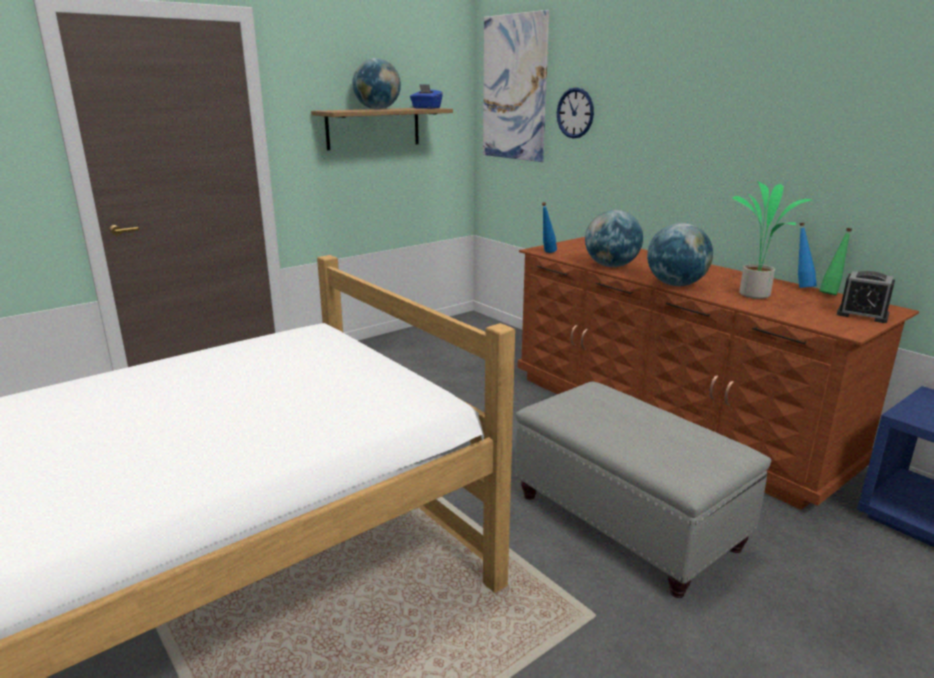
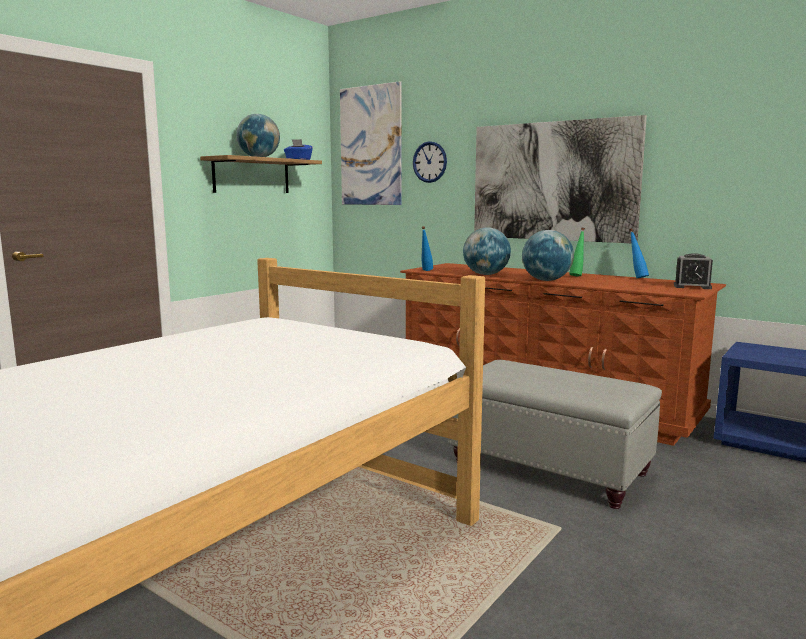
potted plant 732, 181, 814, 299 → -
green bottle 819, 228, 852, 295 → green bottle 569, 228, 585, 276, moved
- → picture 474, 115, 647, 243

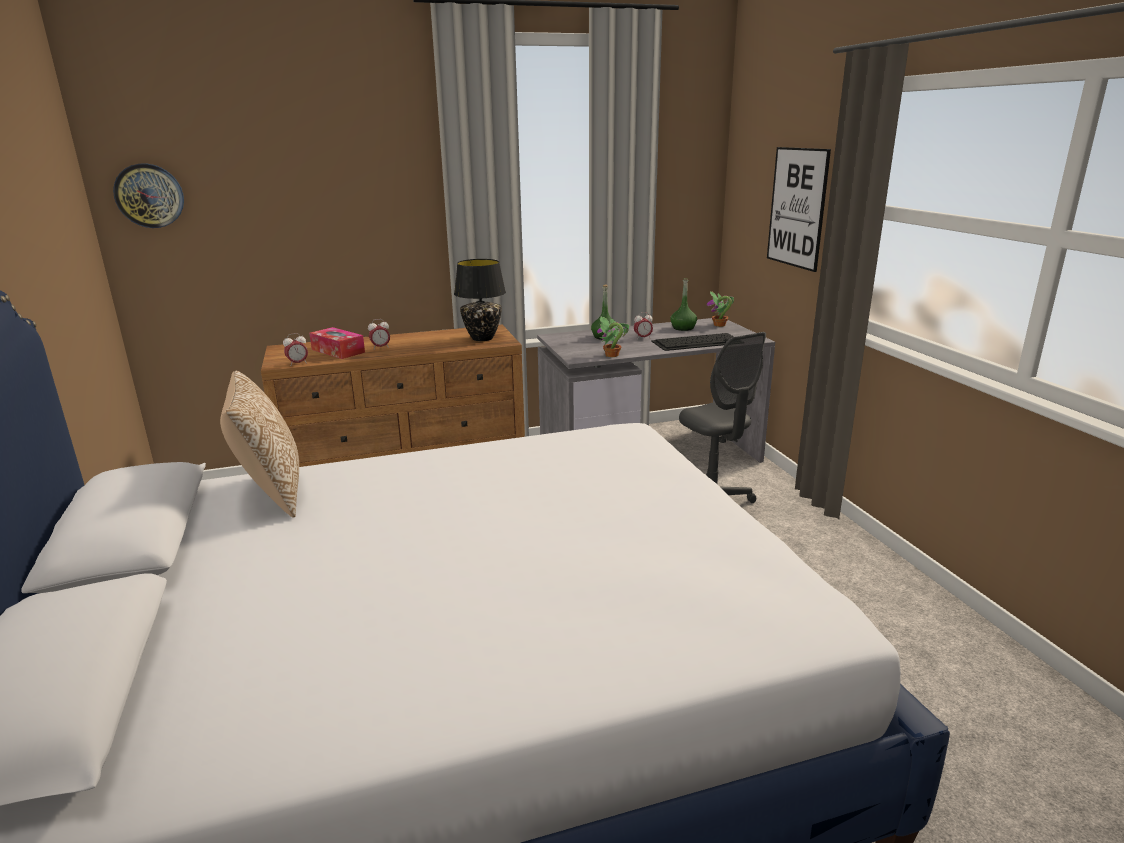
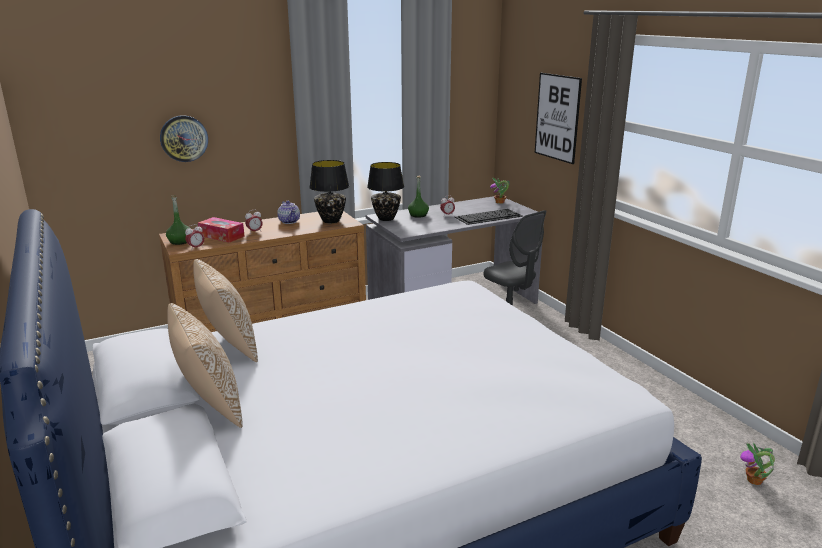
wall clock 113, 163, 184, 228 → wall clock 160, 115, 208, 162, moved
green bottle 670, 278, 697, 331 → green bottle 166, 196, 191, 245, moved
potted plant 597, 317, 629, 357 → potted plant 740, 442, 775, 485, moved
- → black table lamp 367, 162, 404, 221
- → teapot 277, 201, 300, 224
- → pillow 167, 303, 243, 428

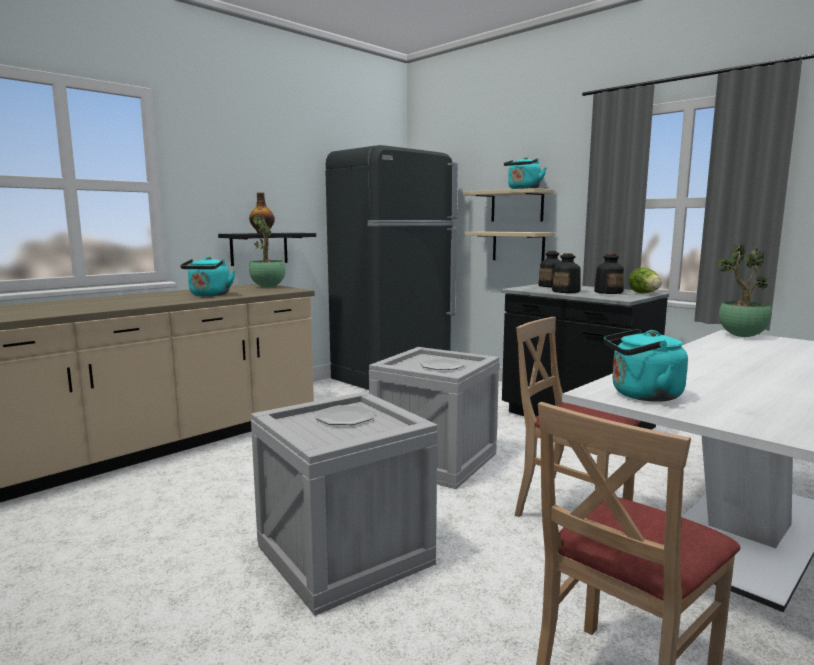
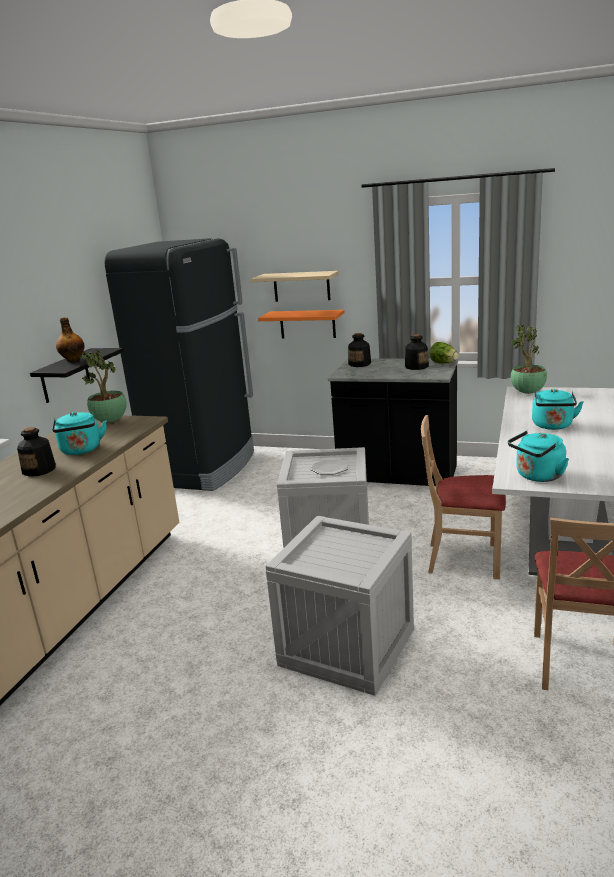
turquoise kettle 504, 157, 547, 189 → turquoise kettle 532, 389, 583, 430, moved
beige shelf 465, 231, 555, 262 → orange shelf 258, 310, 344, 338
bottle 552, 253, 580, 293 → bottle 17, 427, 56, 477, moved
plate 315, 405, 375, 425 → -

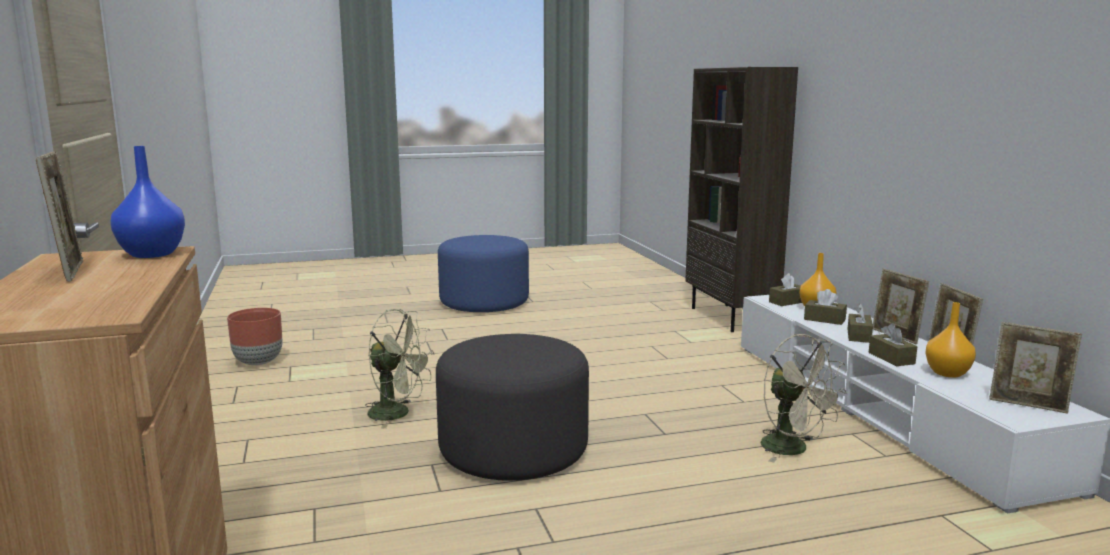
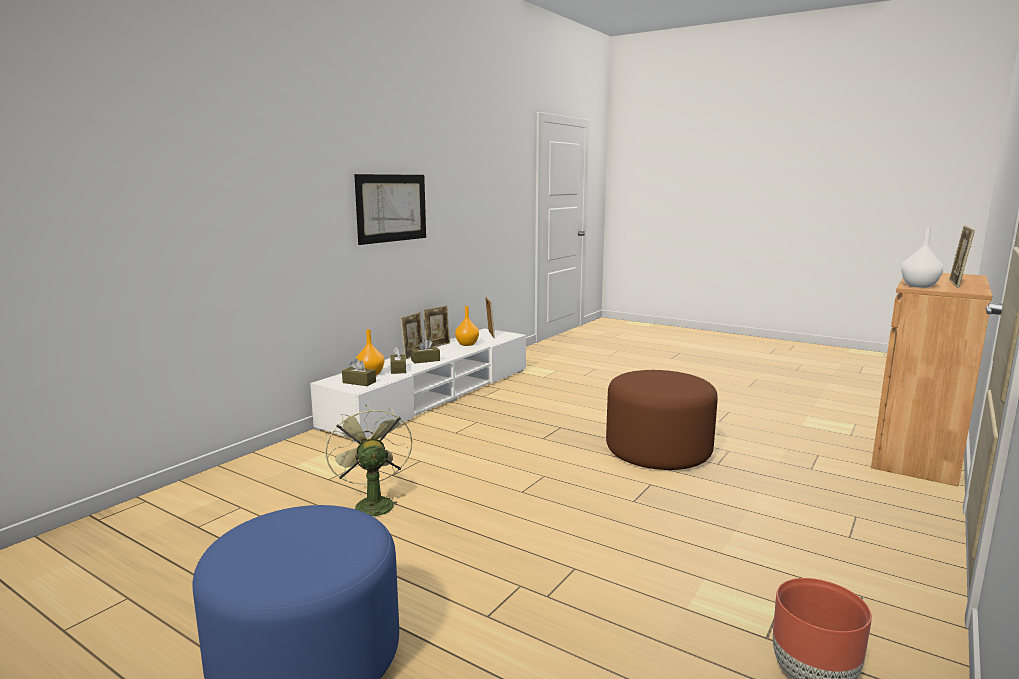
brown bookcase 685, 67, 798, 332 → -
blue vase 110, 146, 185, 258 → white vase 901, 228, 943, 288
green fan 365, 309, 434, 429 → green fan 326, 404, 412, 516, moved
brown tissue box 869, 323, 917, 366 → -
grey ottoman 436, 334, 589, 481 → brown ottoman 606, 370, 718, 470
beige fan 761, 334, 846, 462 → -
- → picture 354, 174, 426, 245

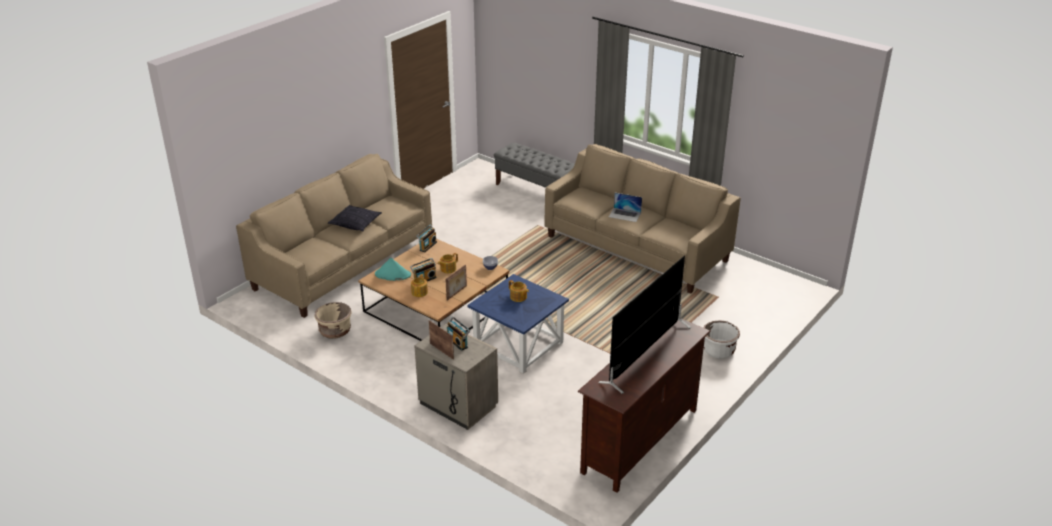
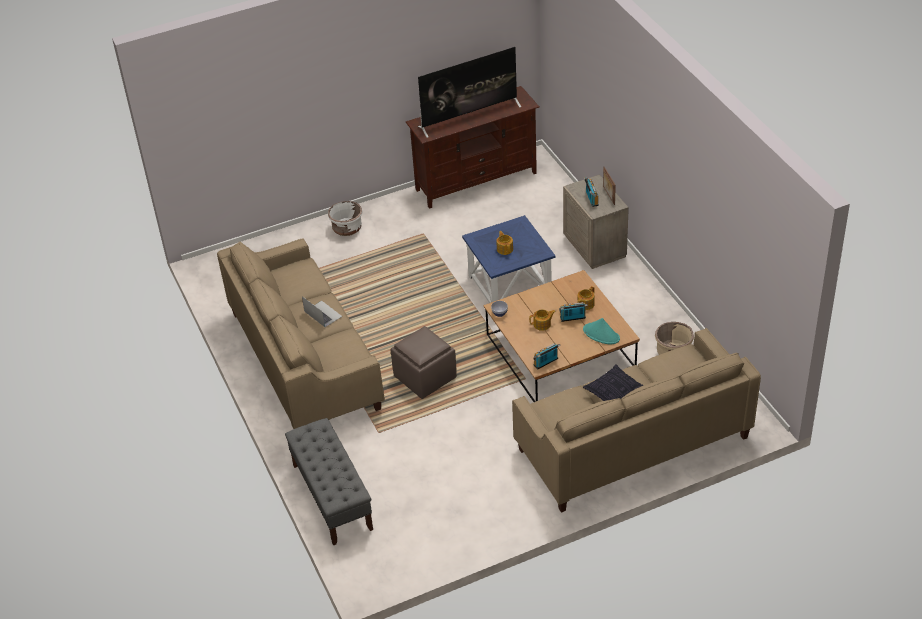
picture frame 445, 264, 467, 300 → -
- → brown ottoman 391, 326, 457, 399

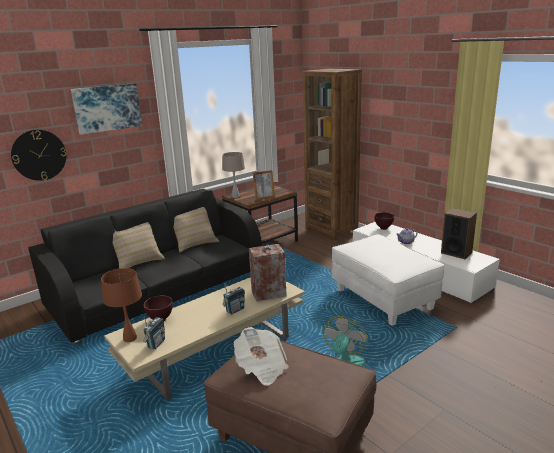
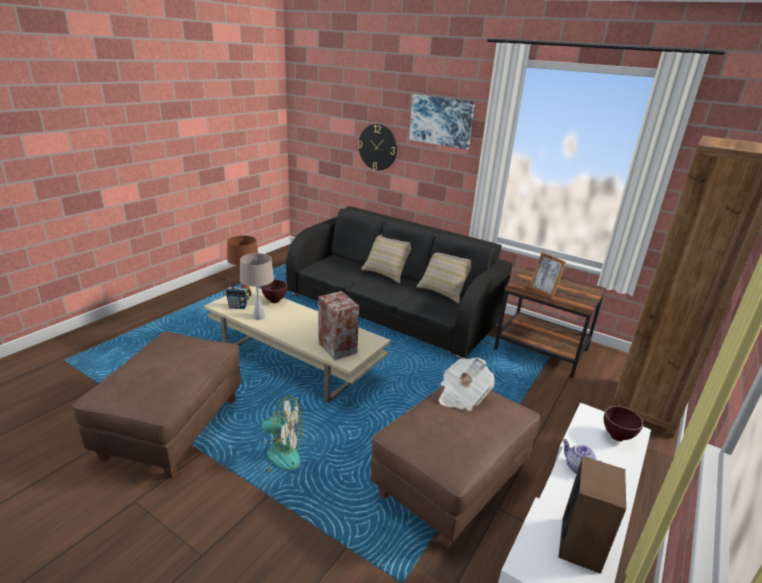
beige table lamp 222, 152, 245, 198 → beige table lamp 240, 253, 274, 320, moved
white ottoman 332, 234, 444, 326 → brown ottoman 370, 386, 541, 549
radio 222, 283, 245, 315 → -
newspaper 233, 327, 289, 386 → newspaper 439, 358, 495, 411, moved

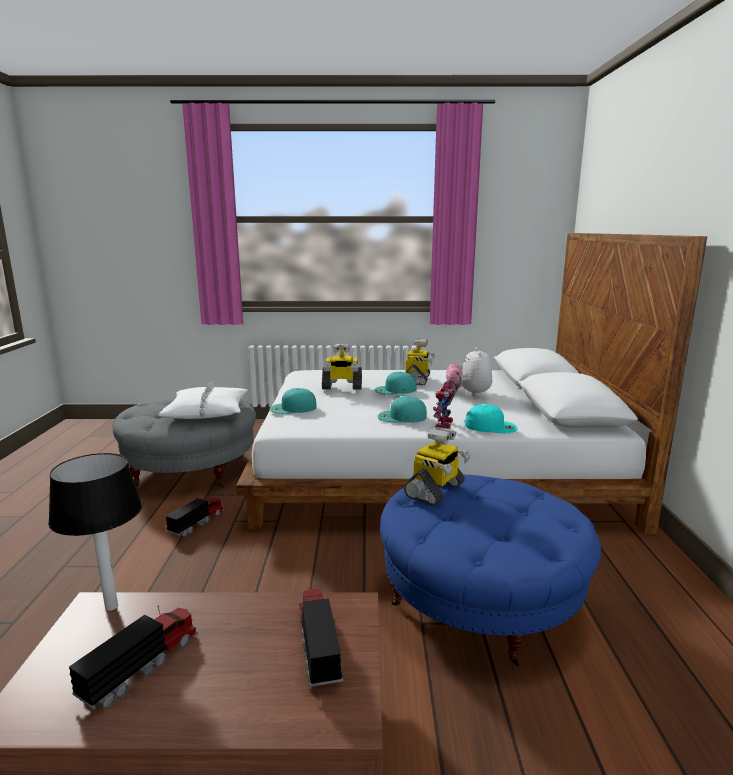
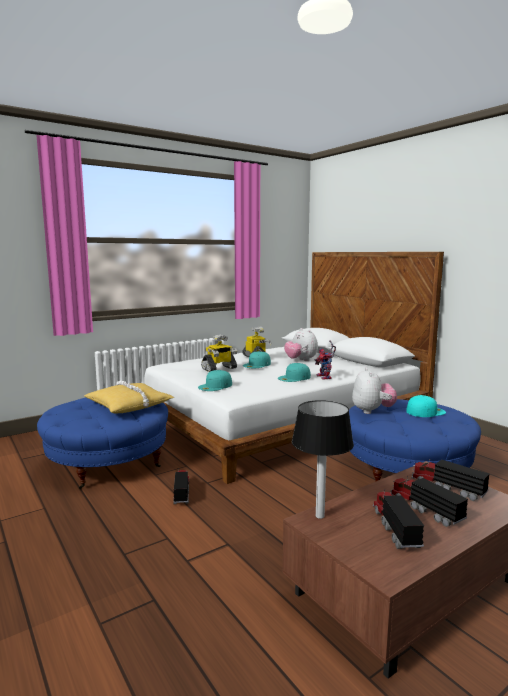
white pillow 158, 382, 248, 419 → yellow pillow 84, 380, 174, 413
grey ottoman 112, 396, 256, 488 → blue ottoman 37, 397, 168, 489
turquoise cap 465, 404, 517, 433 → turquoise cap 406, 395, 446, 417, moved
toy robot 404, 427, 471, 506 → plush toy 352, 368, 397, 414
- → toy truck 391, 476, 468, 527

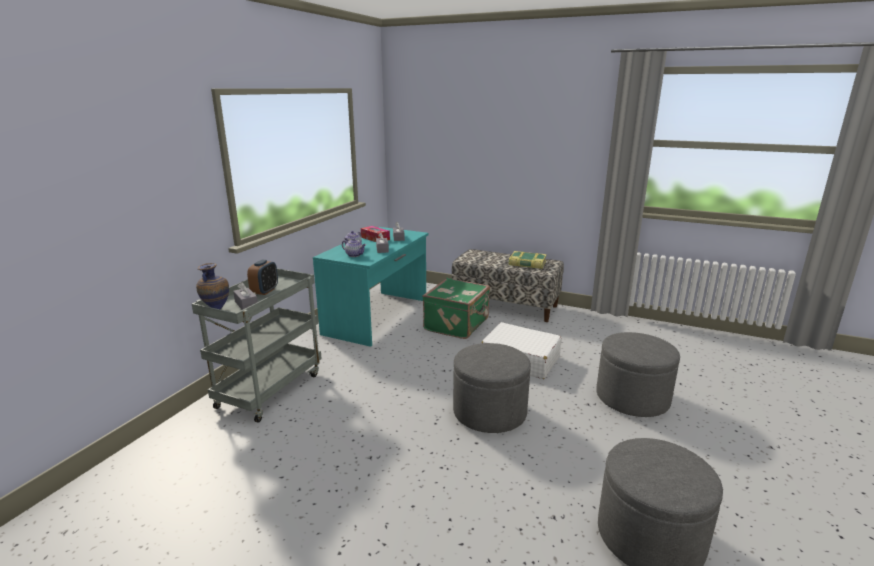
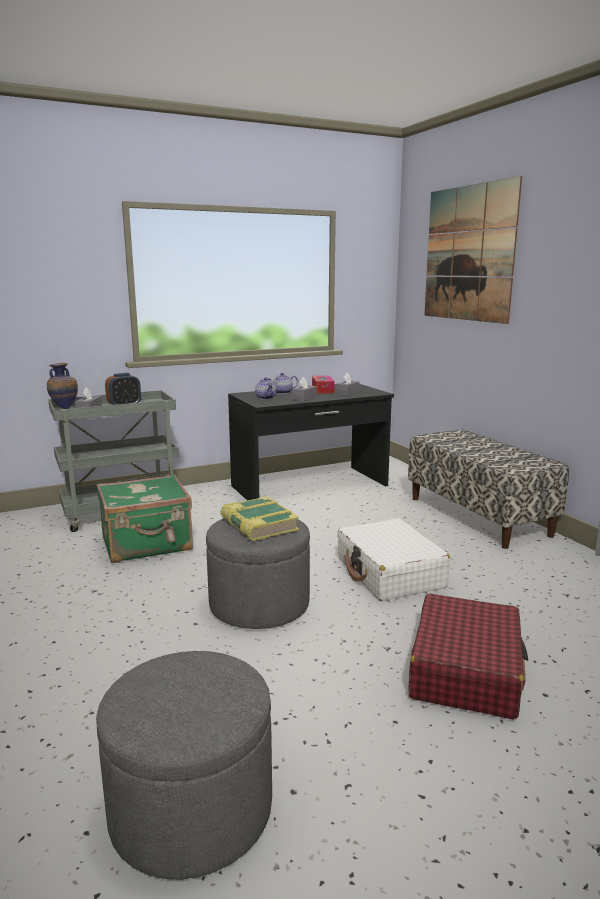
turquoise desk 313, 227, 429, 347 → black desk 228, 384, 394, 501
book 509, 251, 547, 269 → book 220, 496, 299, 541, moved
green suitcase 422, 278, 490, 339 → green suitcase 97, 474, 193, 563, moved
grey ottoman 597, 332, 680, 417 → red suitcase 408, 594, 528, 720
- → picture 424, 176, 522, 324

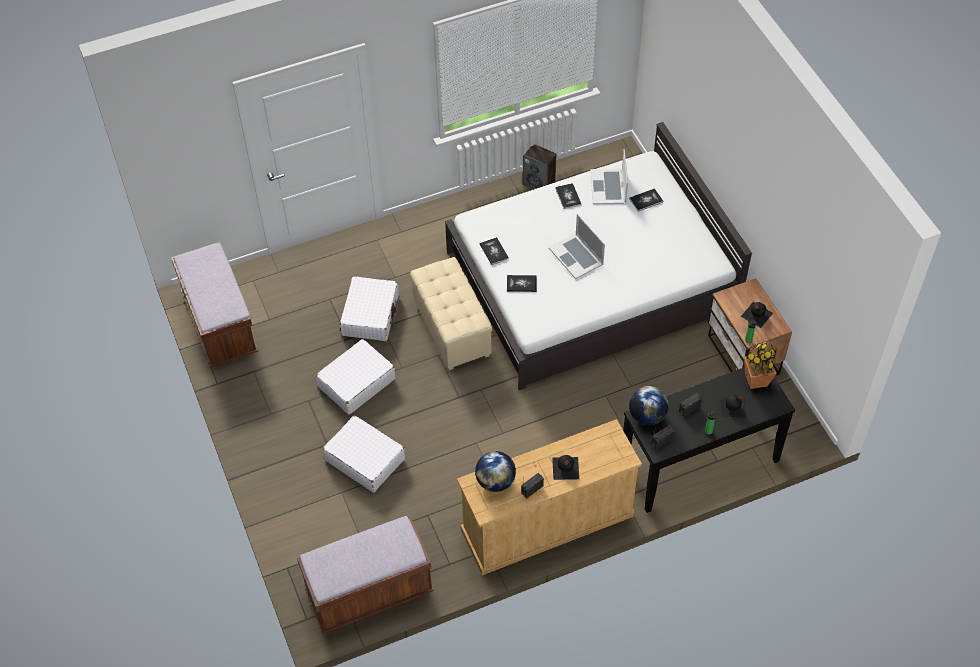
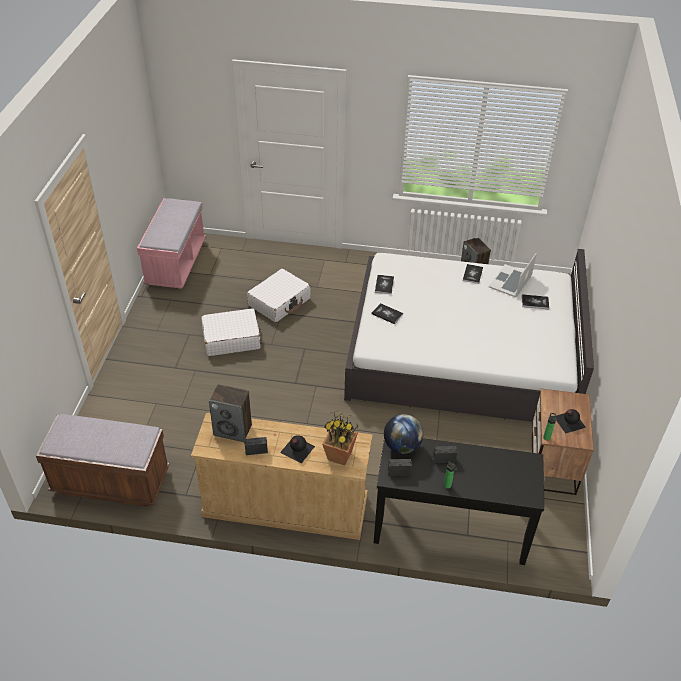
laptop 549, 214, 605, 279 → -
brown bench 171, 242, 258, 368 → pink bench 137, 198, 206, 289
beige ottoman 410, 257, 492, 370 → -
potted plant 744, 341, 777, 389 → potted plant 322, 410, 359, 466, moved
black bottle 721, 395, 747, 418 → -
white suitcase 323, 416, 405, 492 → -
globe 475, 451, 516, 492 → speaker 209, 384, 252, 442

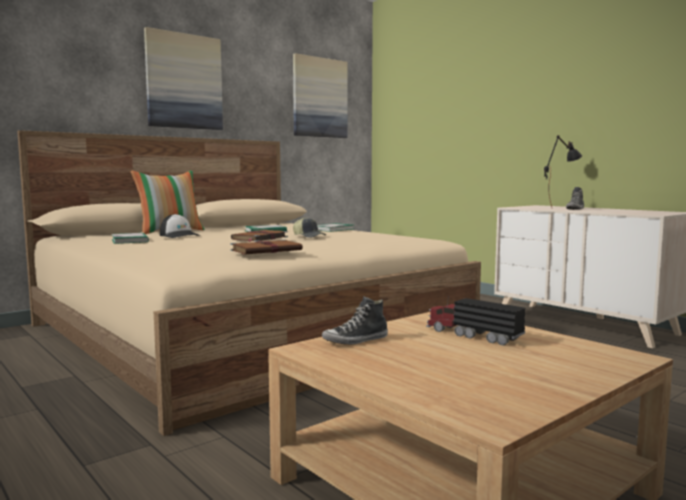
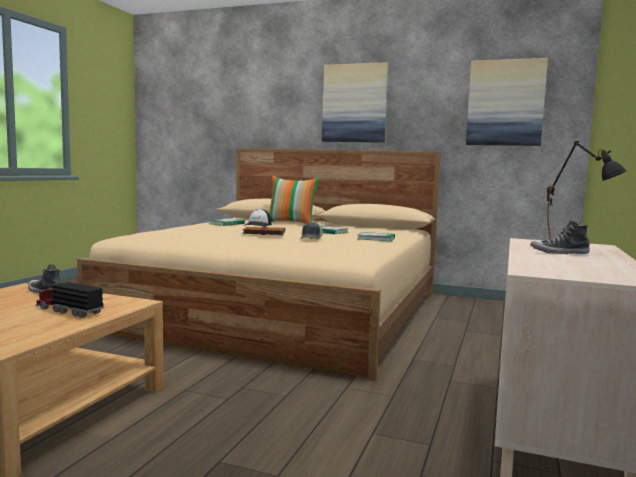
brown book 230, 239, 303, 255 → -
toy truck 426, 296, 525, 346 → toy truck 36, 281, 104, 318, 75 degrees counterclockwise

